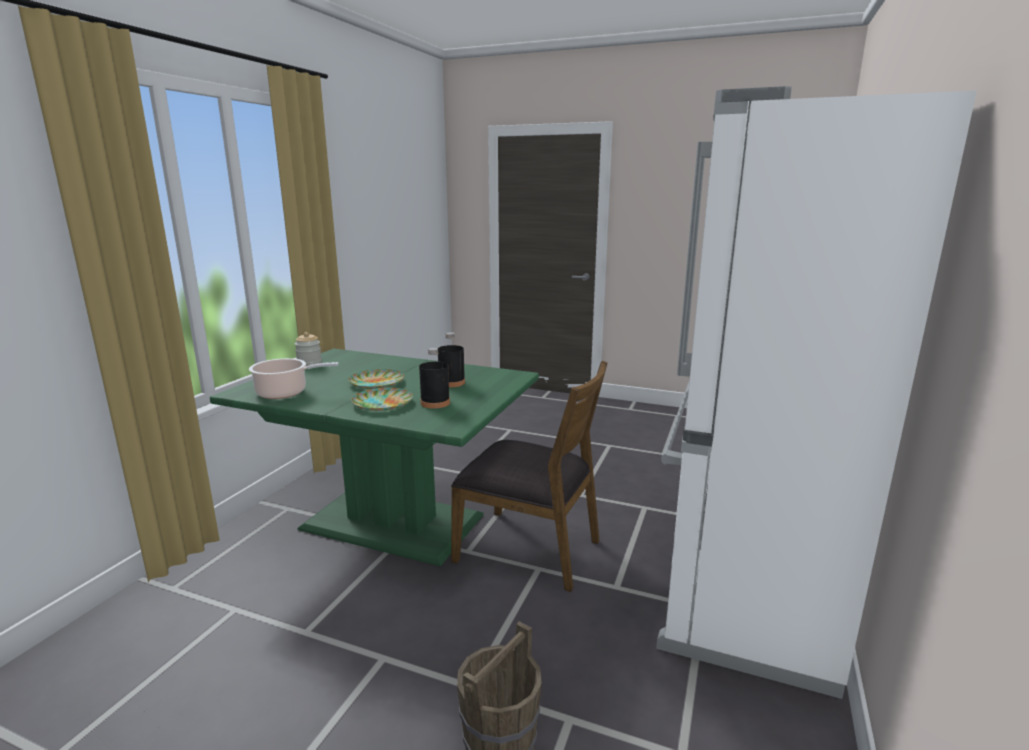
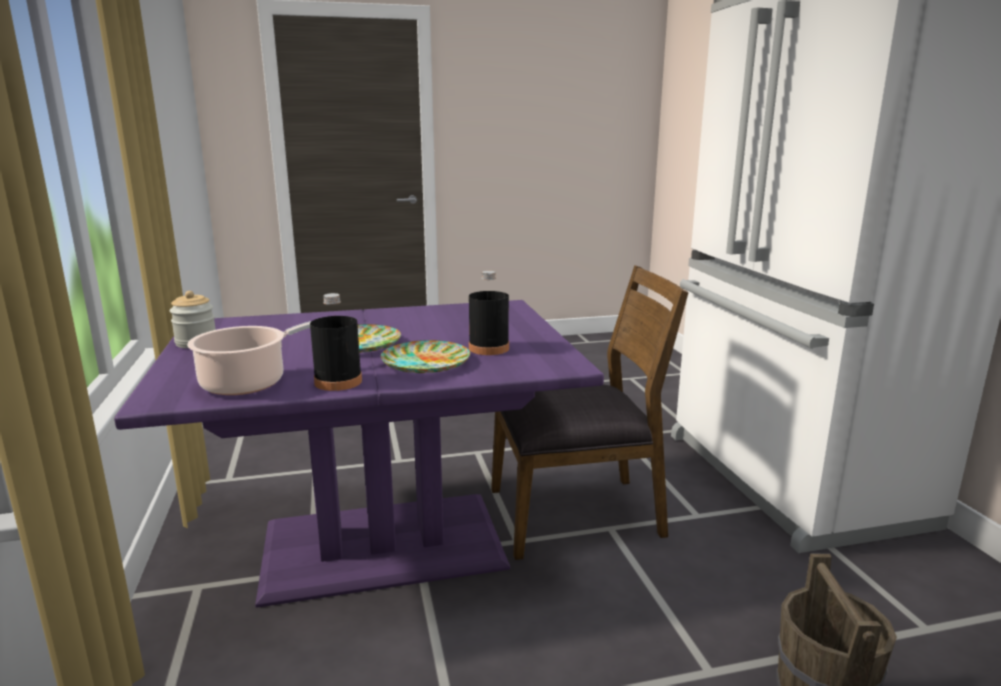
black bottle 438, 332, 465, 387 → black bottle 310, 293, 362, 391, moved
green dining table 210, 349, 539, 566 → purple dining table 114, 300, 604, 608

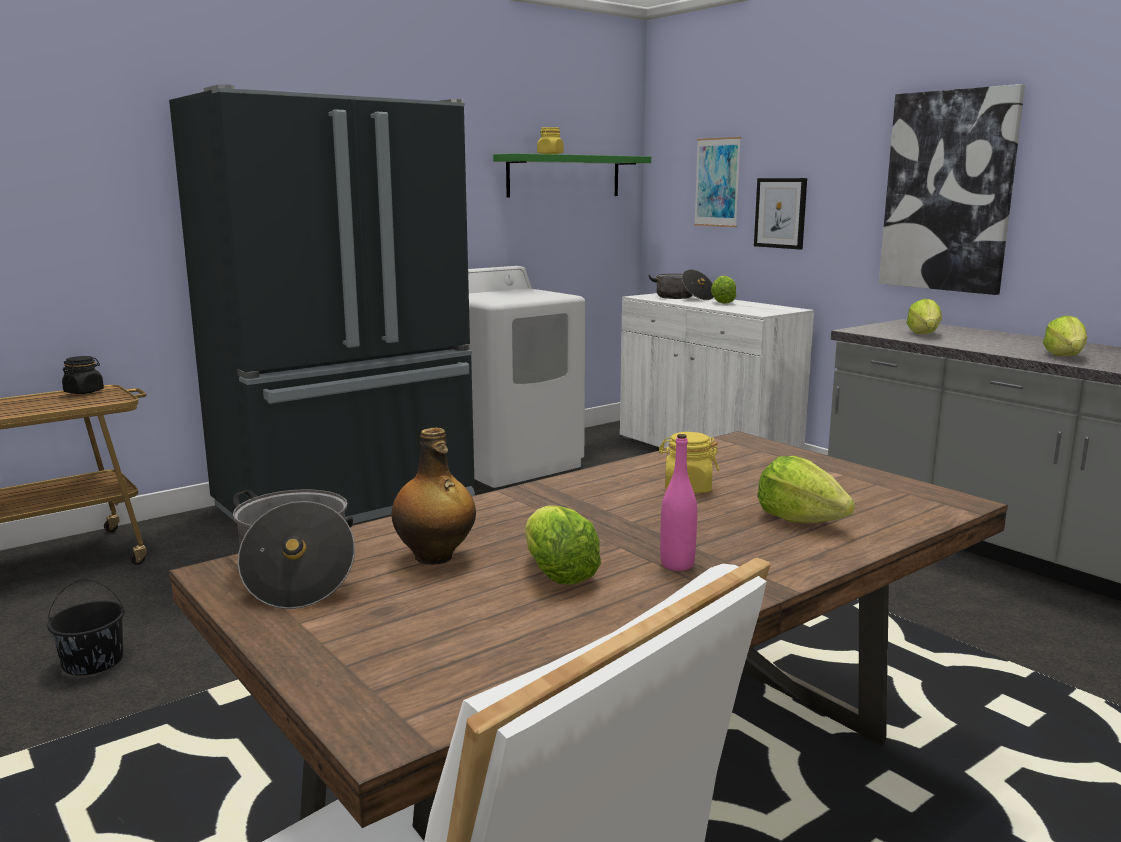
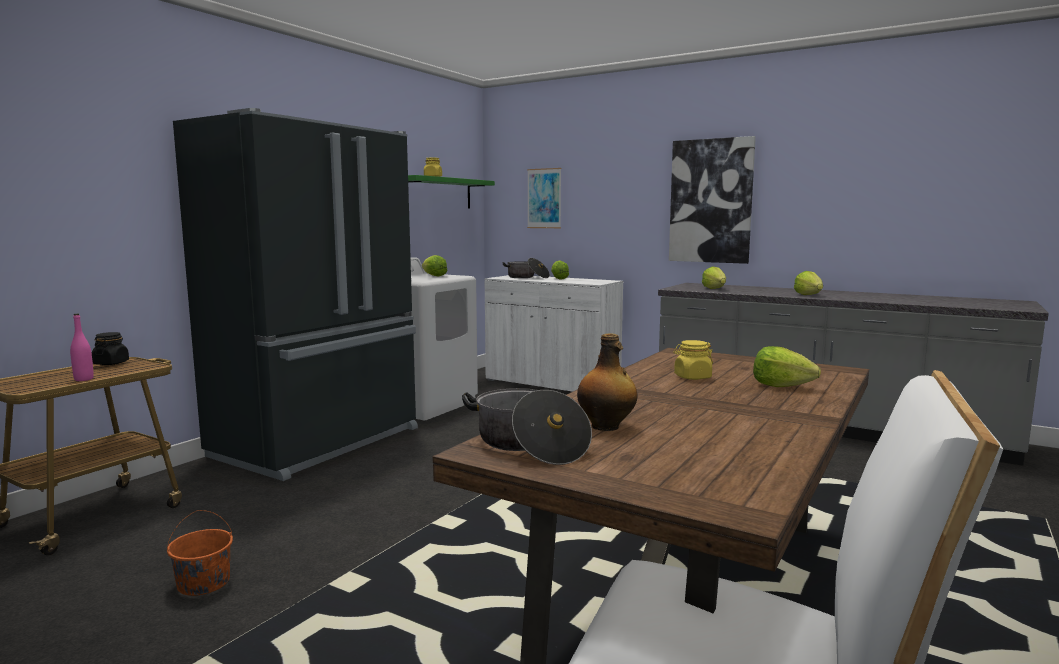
picture 754, 178, 807, 250 → -
pink bottle 660, 434, 697, 571 → pink bottle 70, 314, 94, 381, moved
lettuce 525, 506, 601, 585 → lettuce 422, 255, 447, 276, moved
black bucket 47, 579, 125, 675 → orange bucket 167, 510, 233, 596

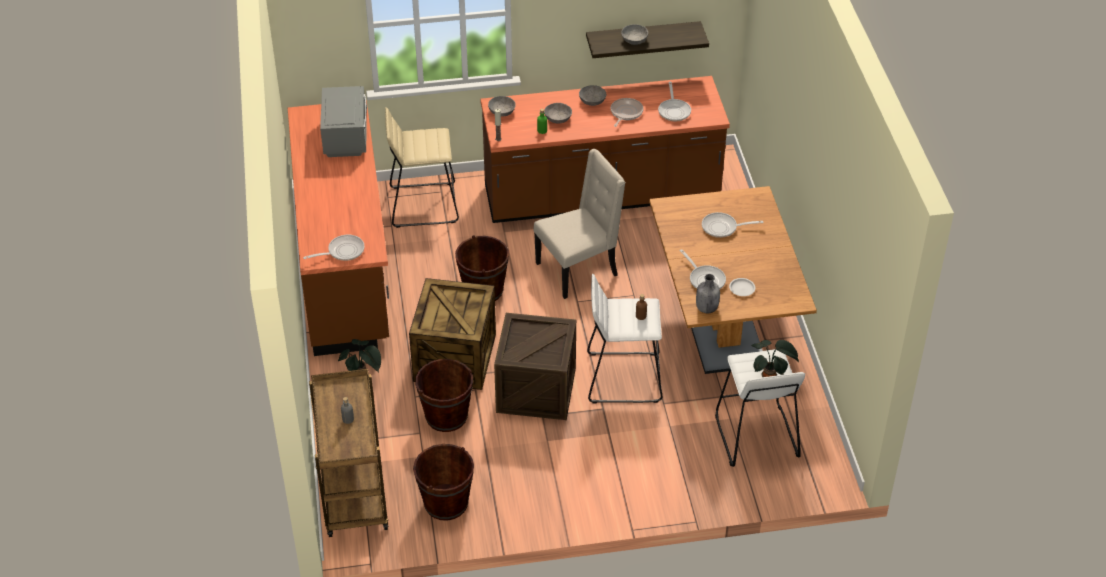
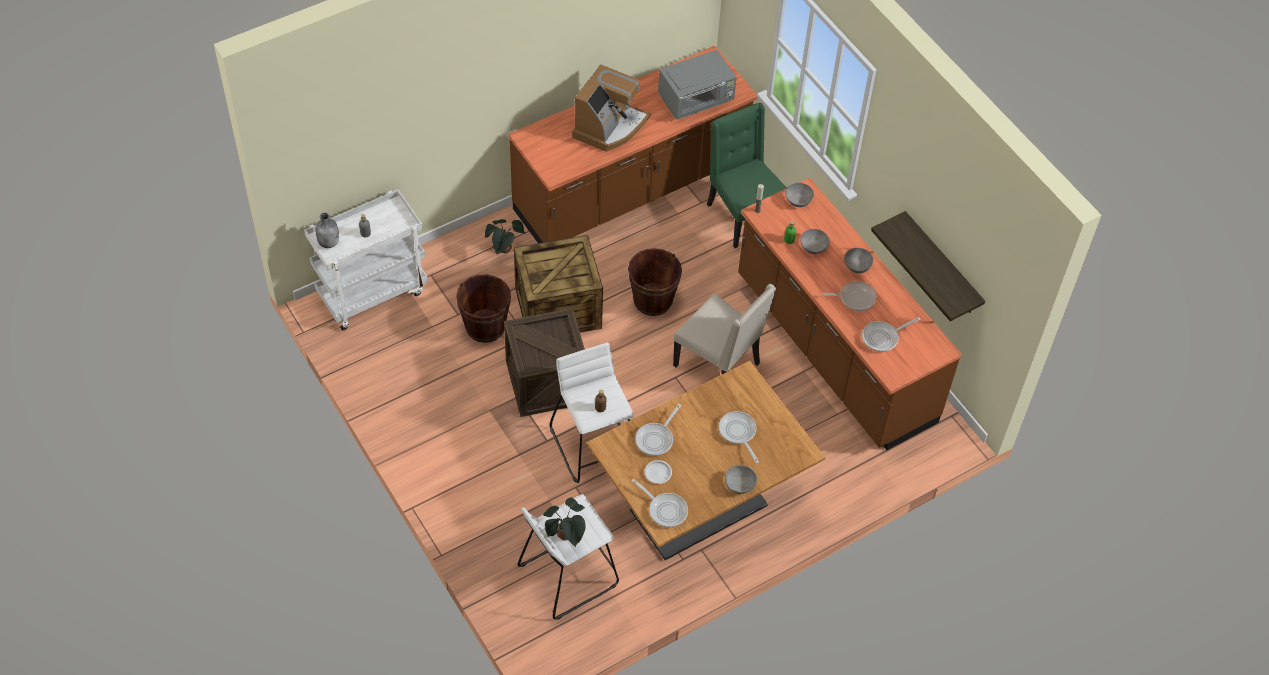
grey bowl 621, 24, 648, 45 → grey bowl 725, 465, 757, 494, moved
beige stool 385, 107, 459, 228 → green chair 707, 103, 787, 248
frying pan 303, 235, 365, 261 → frying pan 631, 479, 688, 527, moved
grey bottle 696, 274, 720, 313 → grey bottle 315, 213, 339, 248, moved
brown cart 309, 369, 388, 537 → white cart 304, 189, 428, 330
brown bucket 413, 444, 474, 521 → -
- → coffee machine 572, 65, 651, 152

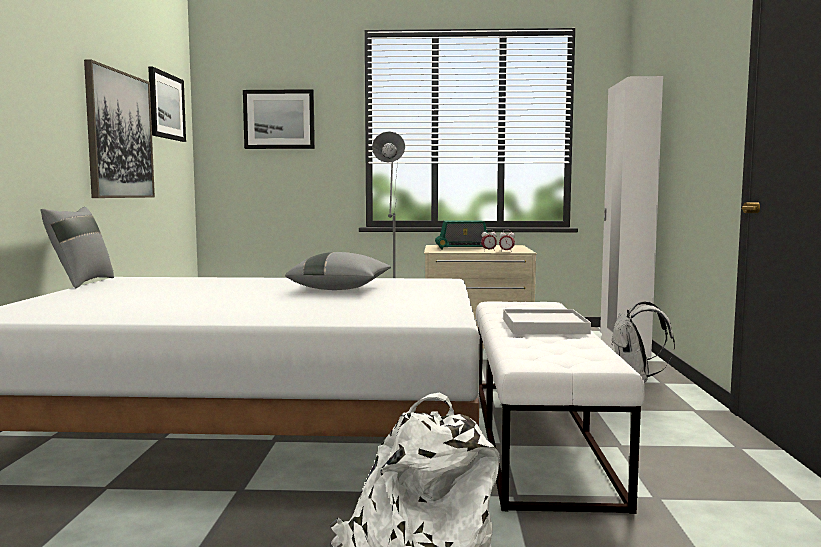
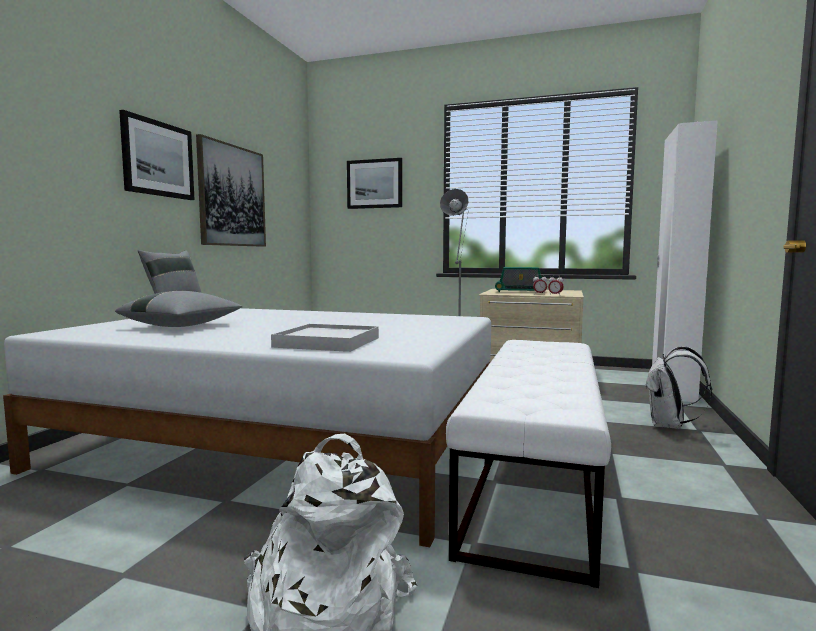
picture 148, 67, 186, 142 → picture 119, 110, 195, 200, moved
grey pillow 285, 252, 391, 290 → grey pillow 115, 291, 242, 327, moved
white tray 503, 309, 591, 334 → white tray 271, 324, 379, 352, moved

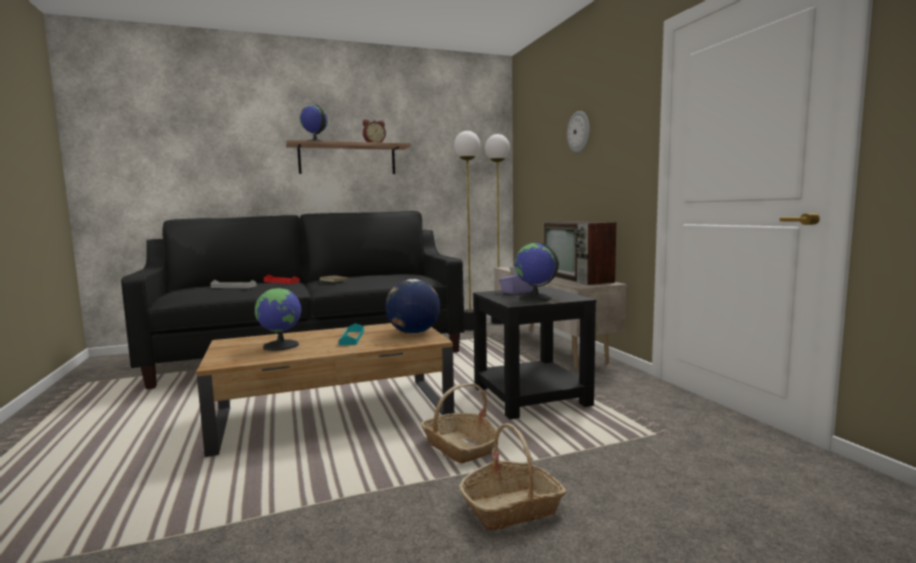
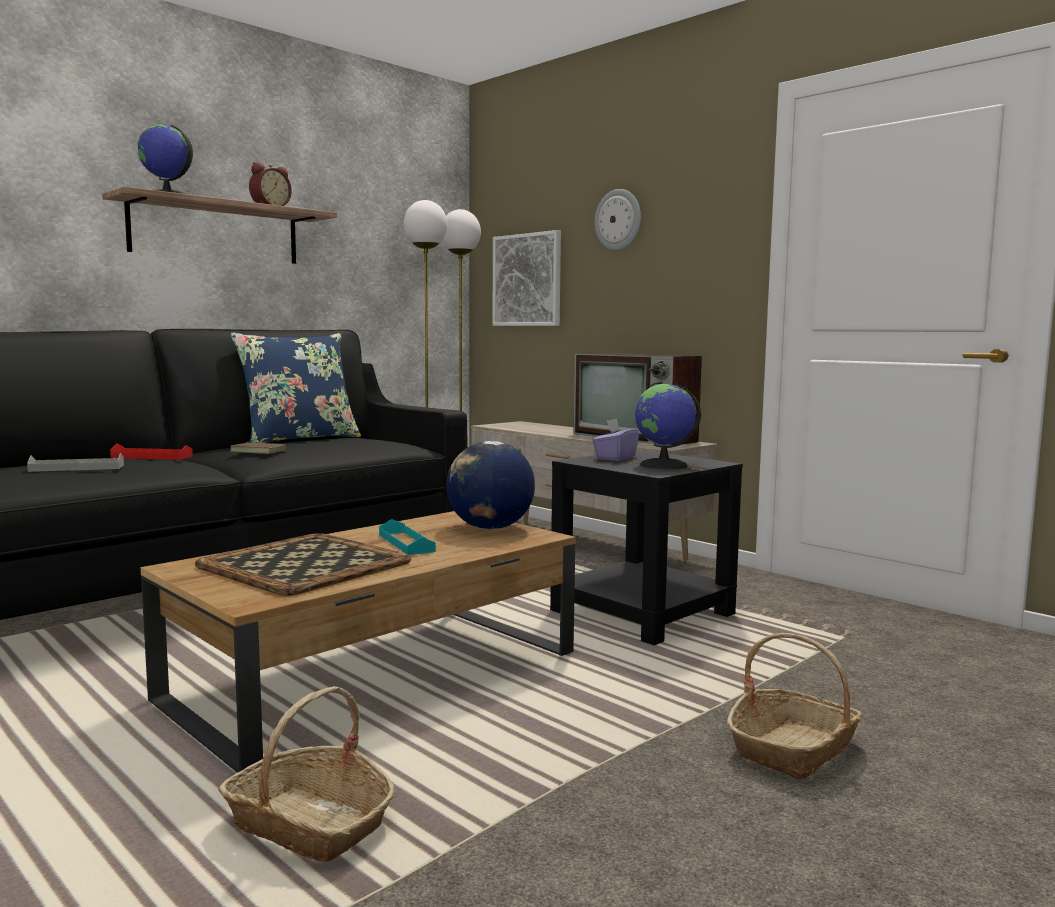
globe 255, 287, 301, 351 → tray 195, 533, 411, 596
basket 421, 383, 496, 463 → basket 218, 686, 395, 862, moved
- → picture 492, 230, 561, 326
- → blue pillow 231, 333, 361, 443

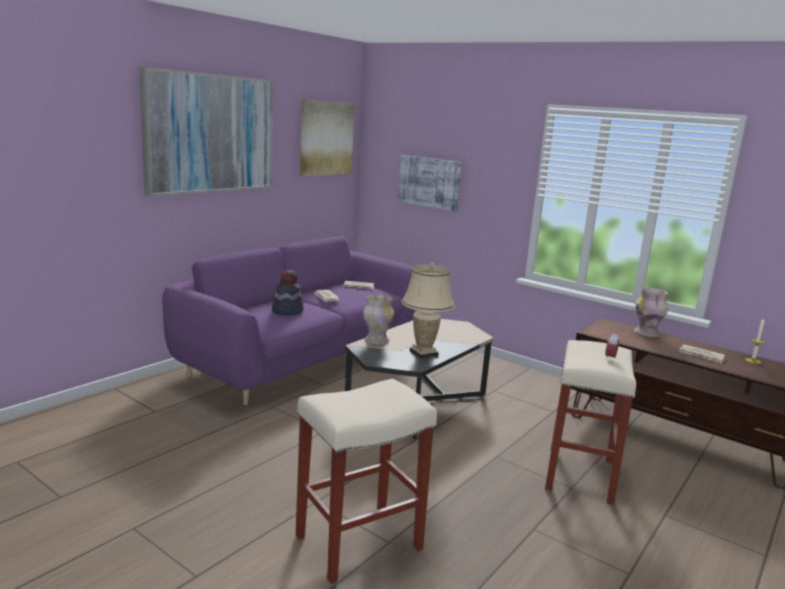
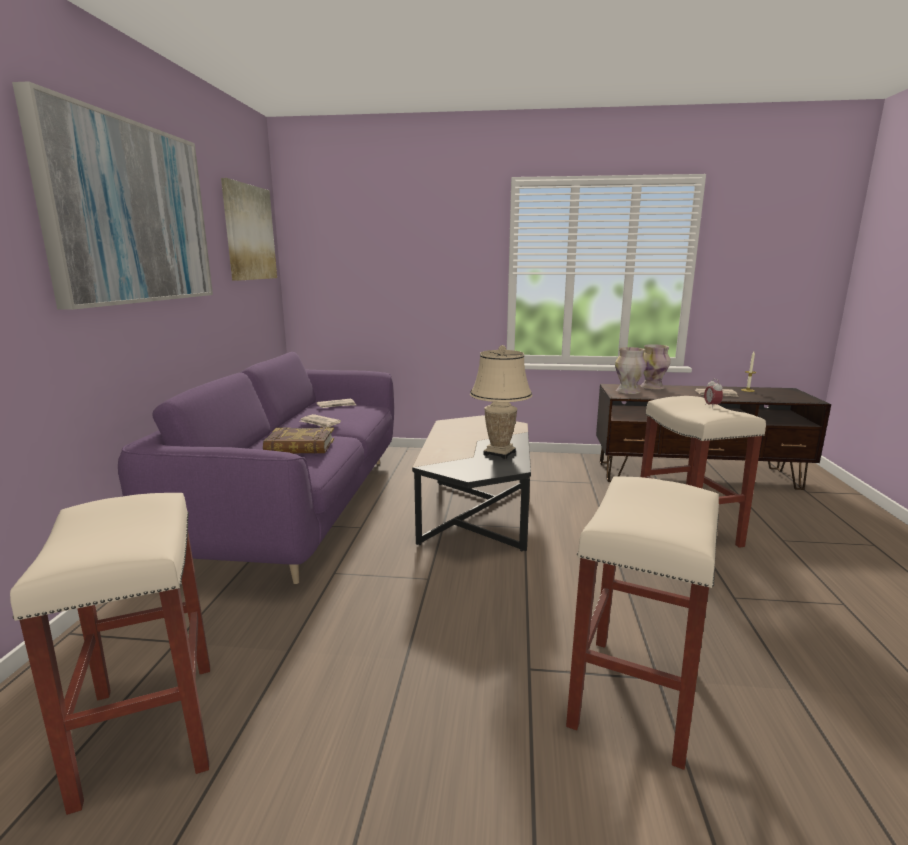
picture 398, 155, 462, 212 → -
hat 272, 270, 304, 315 → book 263, 427, 334, 454
vase 363, 294, 394, 344 → vase 615, 347, 647, 394, moved
- → beige stool 10, 493, 210, 815

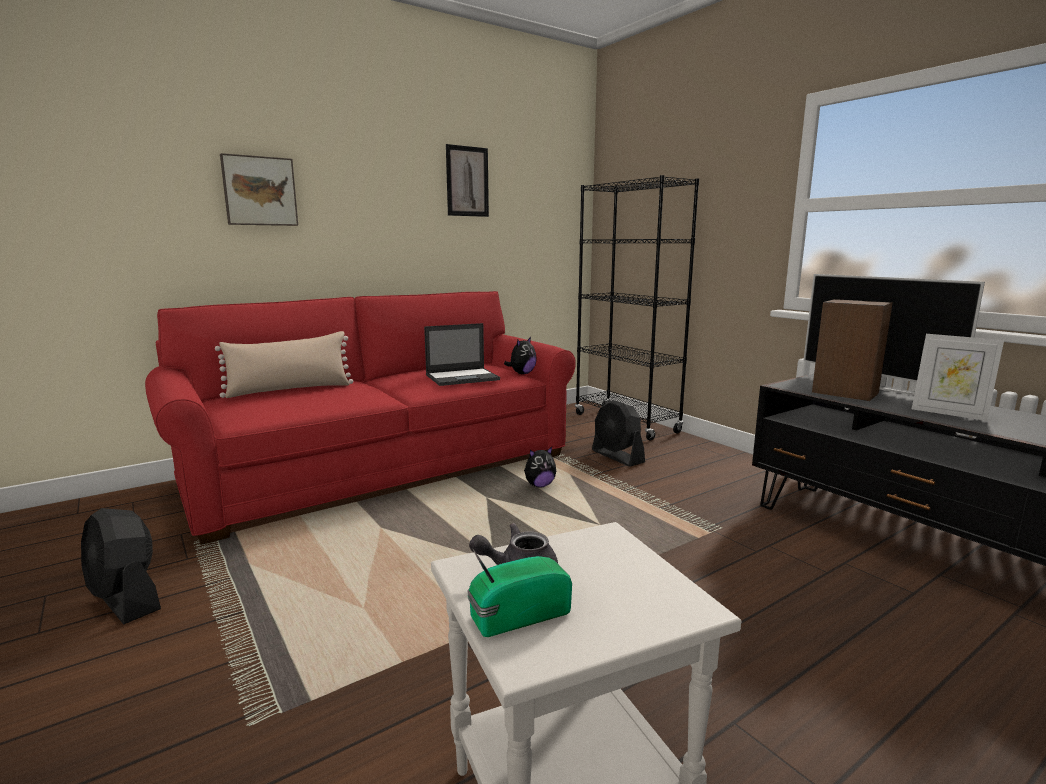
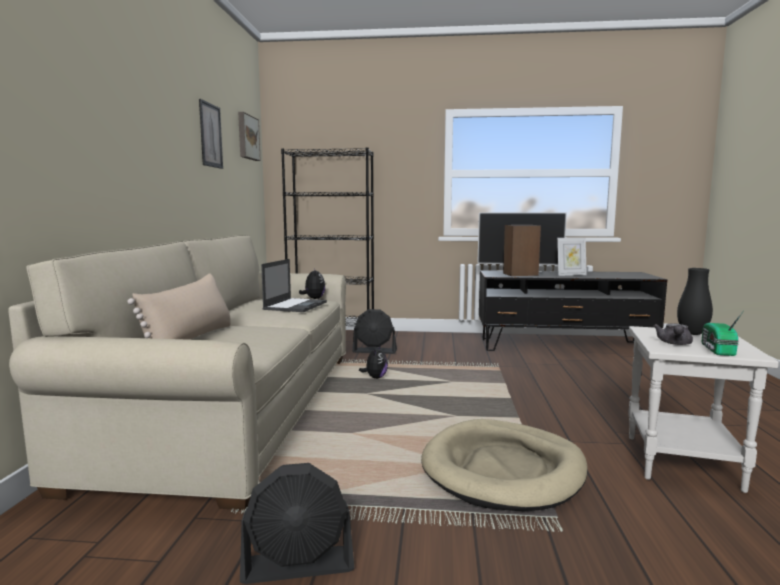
picture 220, 153, 298, 226 → picture 238, 112, 261, 161, moved
red sofa 145, 291, 576, 545 → beige sofa 8, 235, 346, 510
- → black vase 677, 268, 713, 335
- → beige dog bed 421, 419, 588, 511

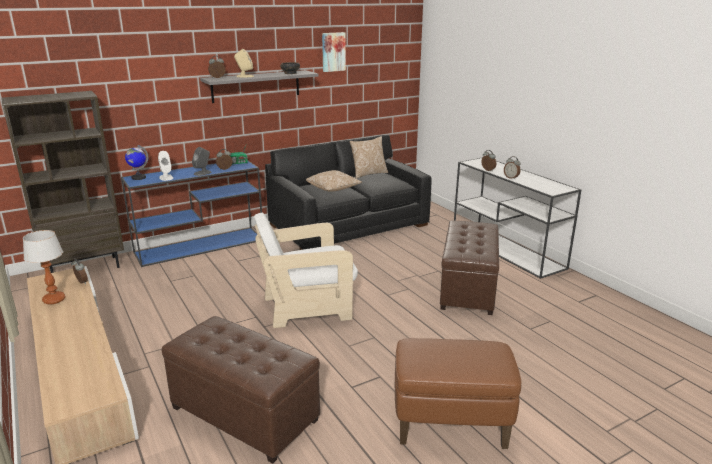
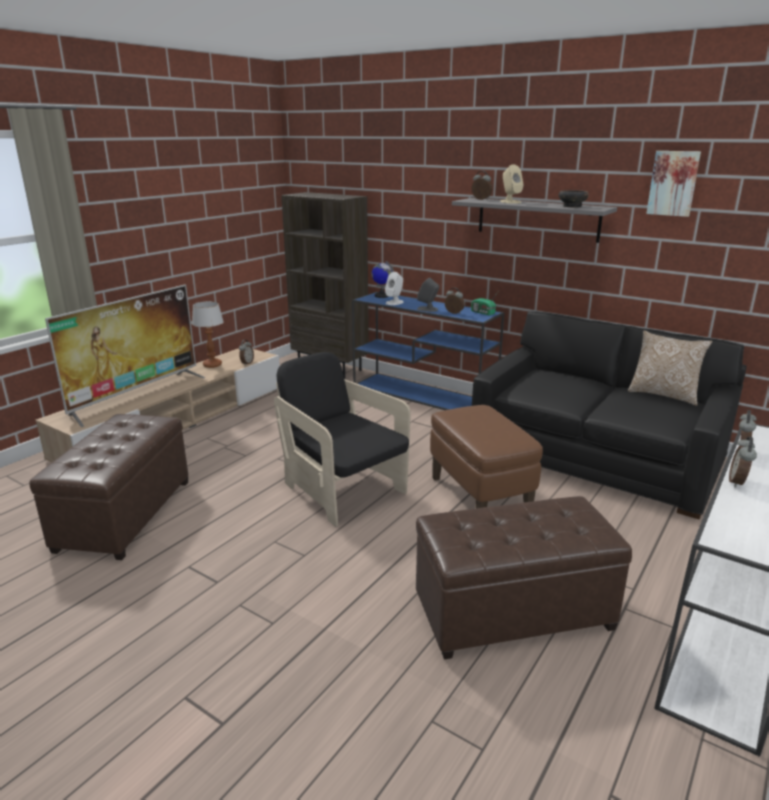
pillow 306, 170, 362, 192 → -
white armchair 254, 213, 358, 328 → black armchair 274, 352, 411, 527
brown ottoman 395, 338, 521, 449 → brown ottoman 430, 405, 543, 509, moved
- → television 45, 284, 206, 427

